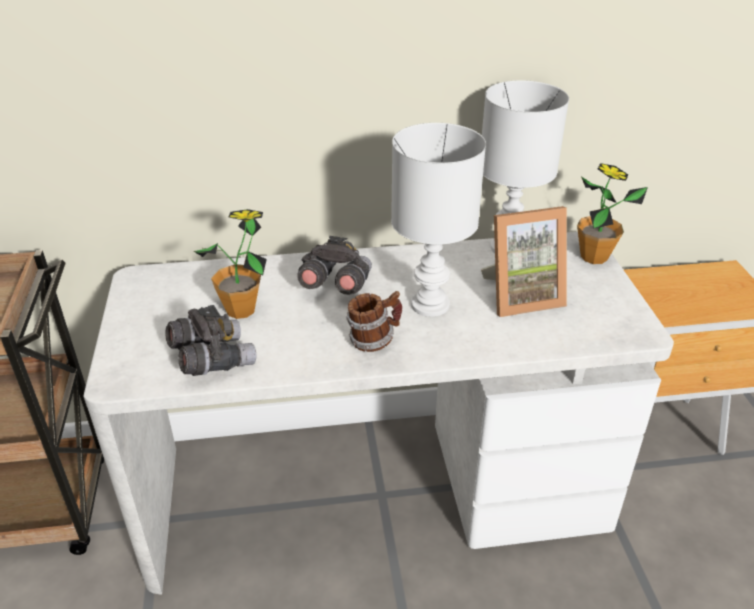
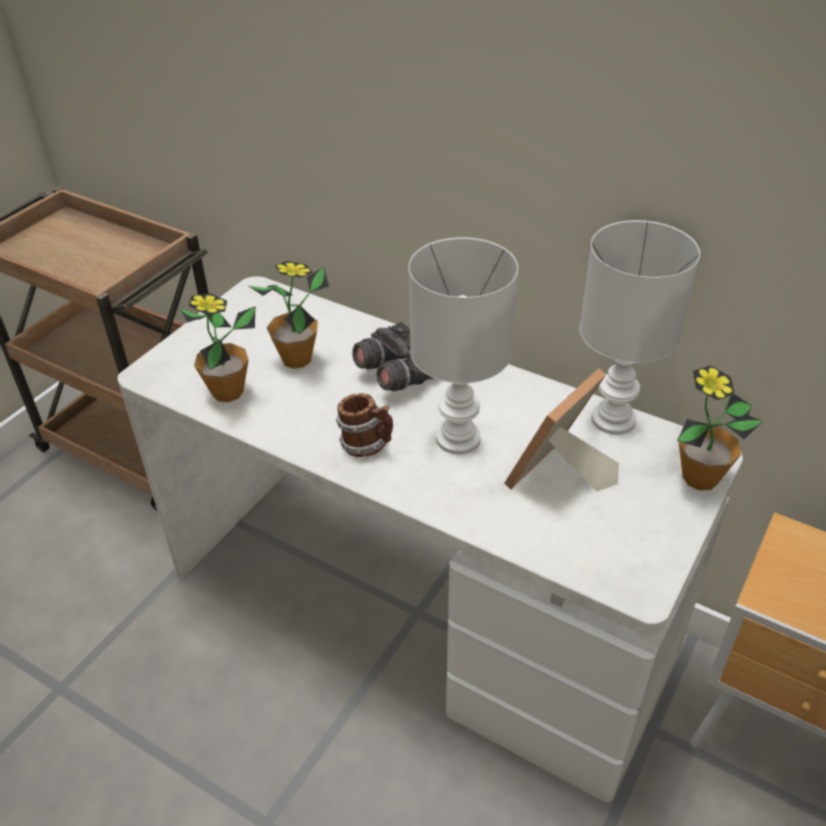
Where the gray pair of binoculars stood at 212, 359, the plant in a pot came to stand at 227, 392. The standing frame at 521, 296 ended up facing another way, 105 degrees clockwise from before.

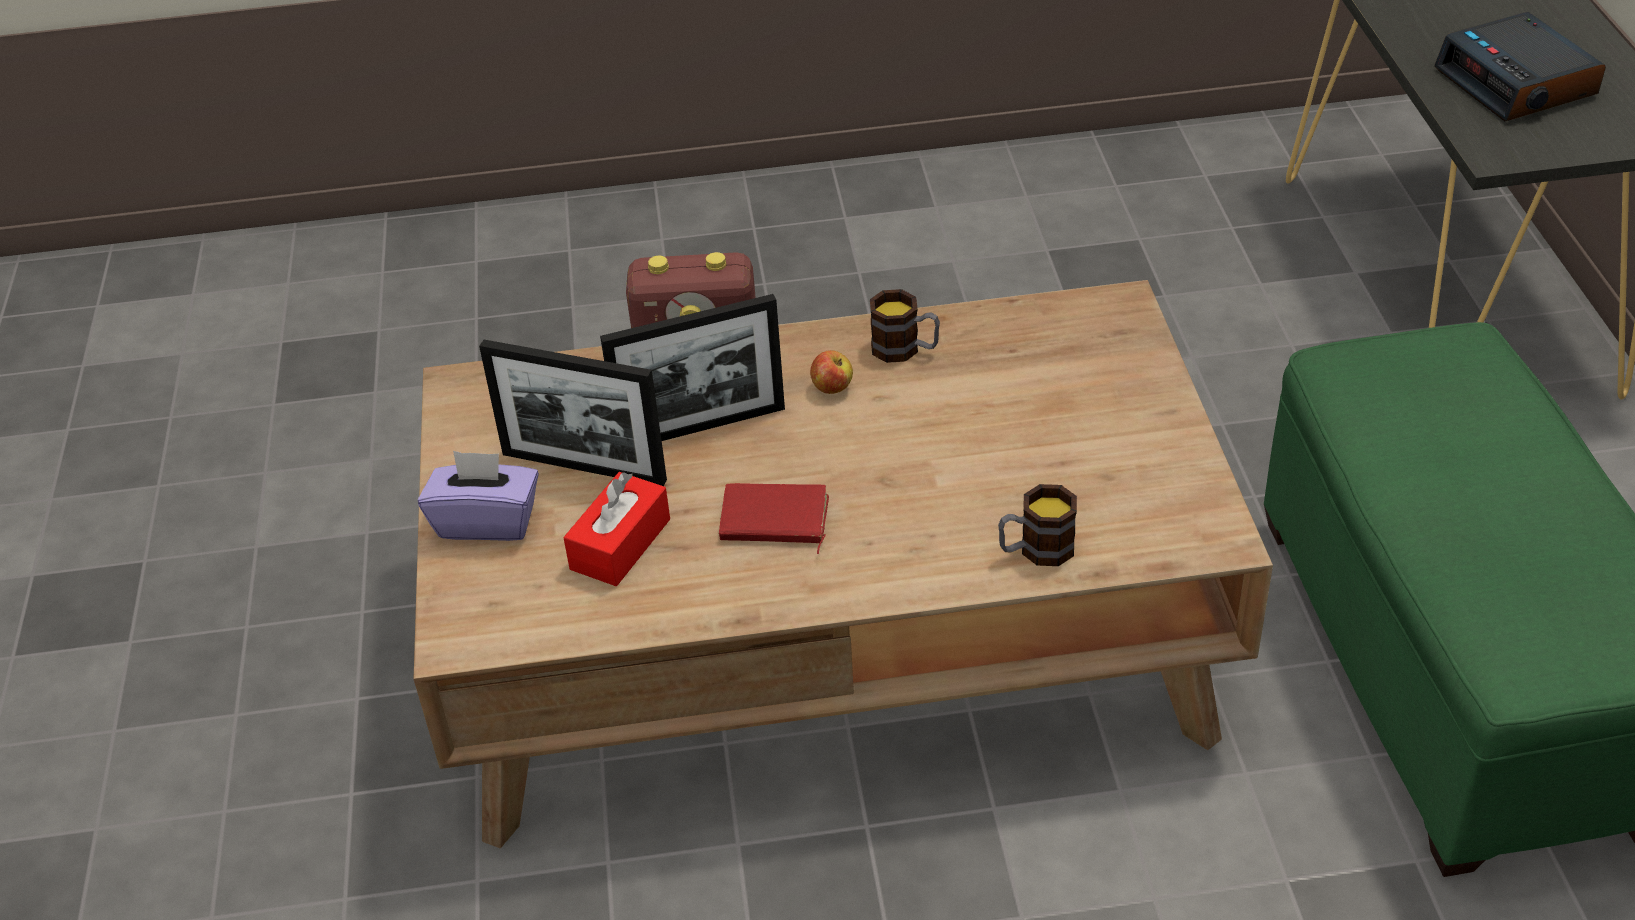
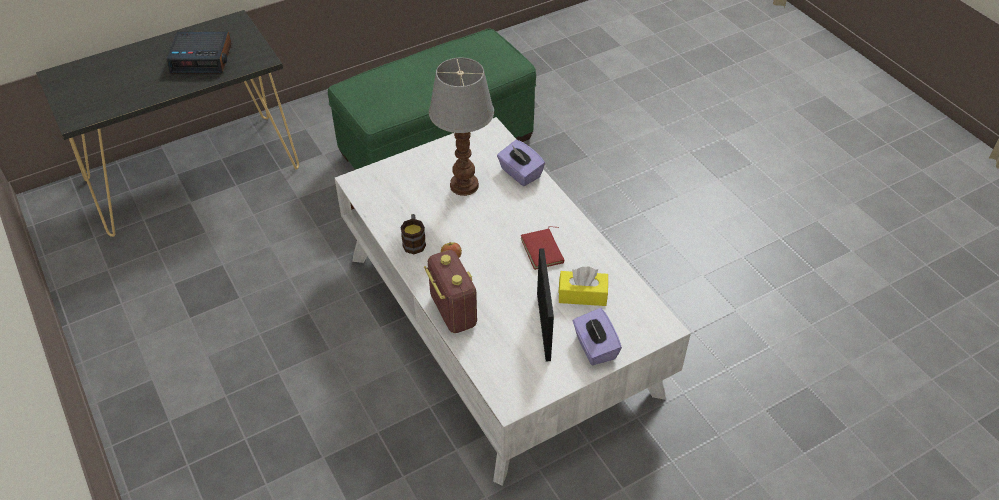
What was the brown-coloured coffee table at 831, 634 turned into the white coffee table at 499, 321. What was the reddish box of tissues at 620, 544 turned into the yellow box of tissues at 582, 295. The second view lost the standing frame at 701, 427. Where the coffee mug stood at 1036, 550, the purple box of tissues came to stand at 520, 173. The bedside clock at 1517, 83 ended up facing another way, 45 degrees clockwise from before. The second view gained the tabletop lamp at 463, 185.

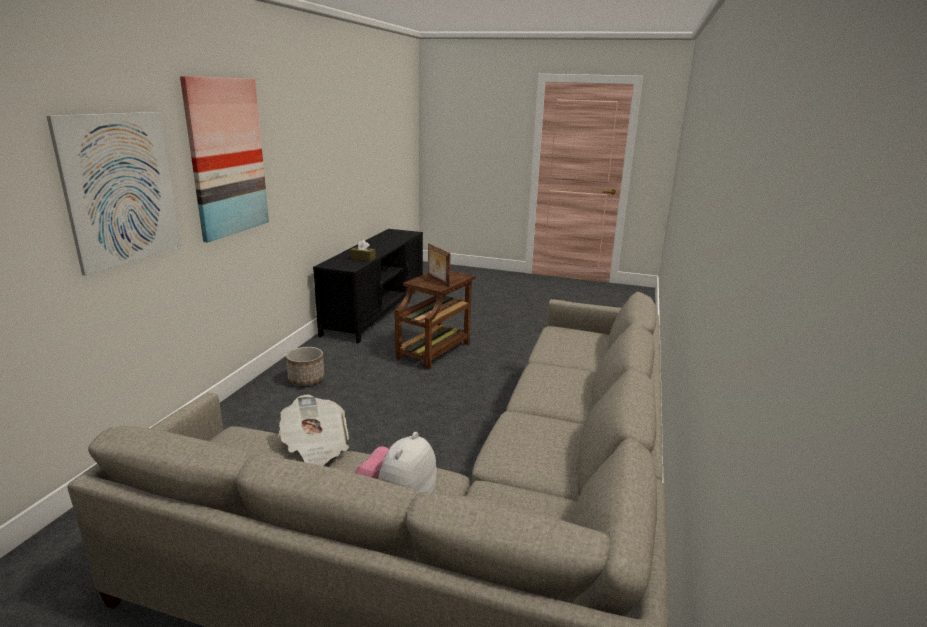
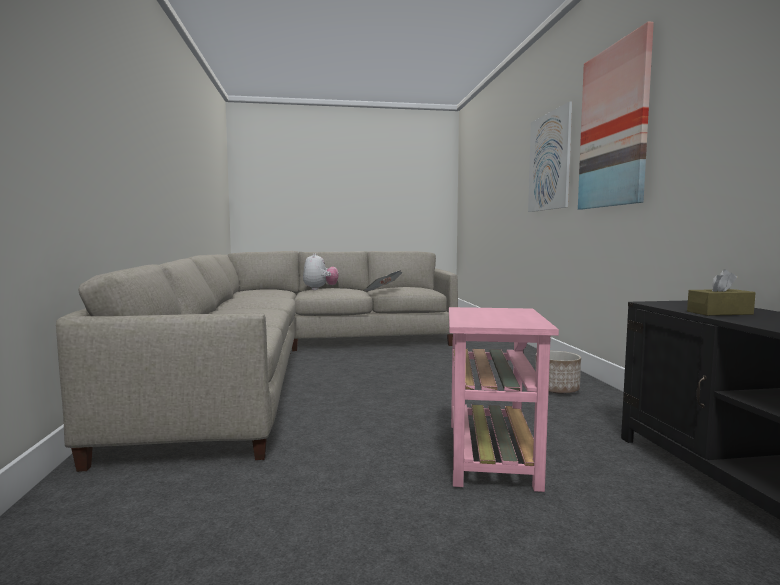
What was the brown-coloured end table at 435, 350 turned into the pinkish end table at 491, 456. The second view lost the standing frame at 437, 280.

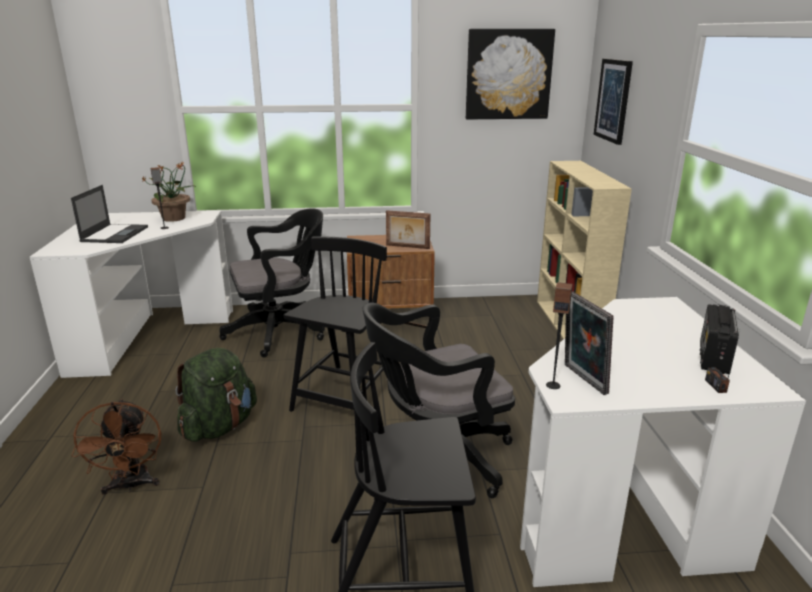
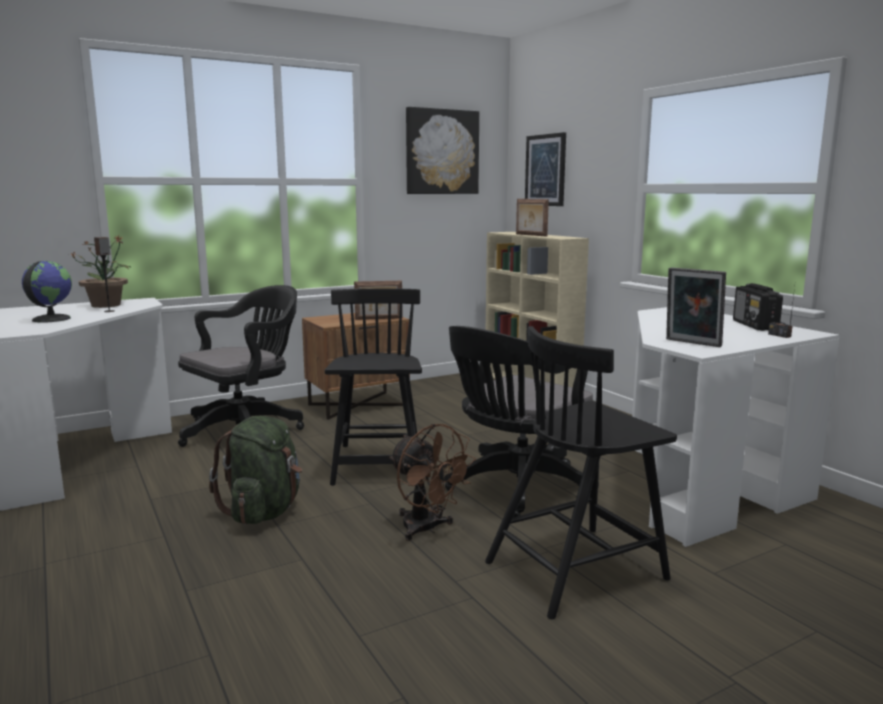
Where the laptop stood at 115, 234, the desk globe came to stand at 50, 319. The brown-coloured electric fan ended up elsewhere, having gone from 131, 486 to 427, 529. The second view lost the loudspeaker at 553, 385. The second view gained the standing frame at 530, 235.

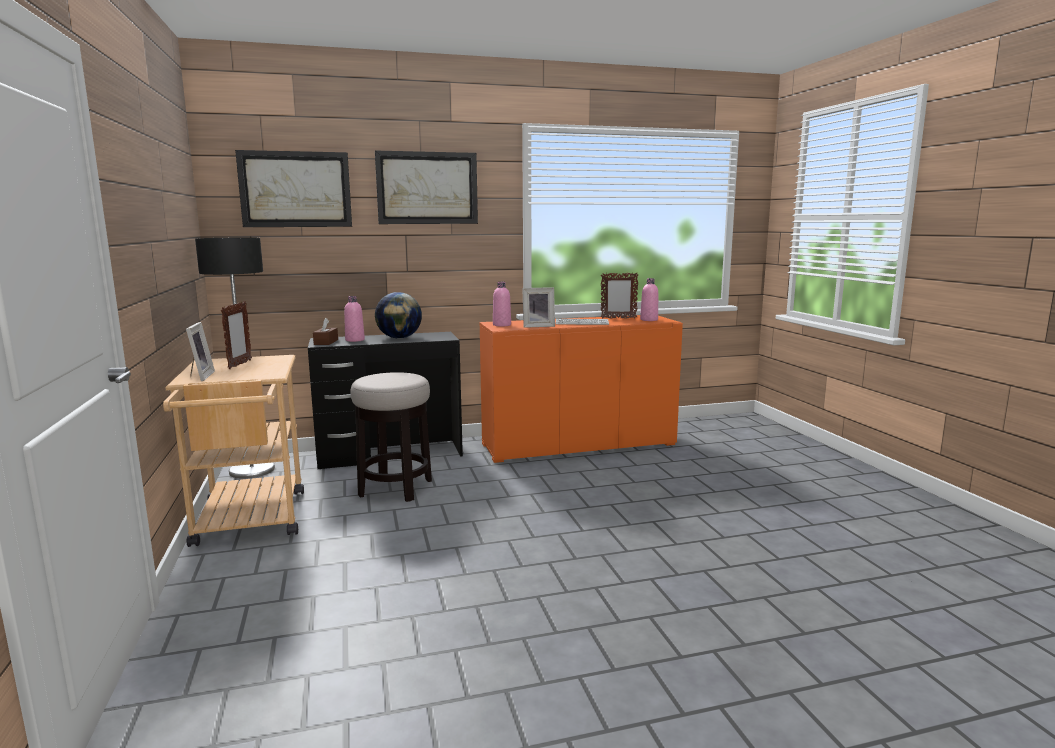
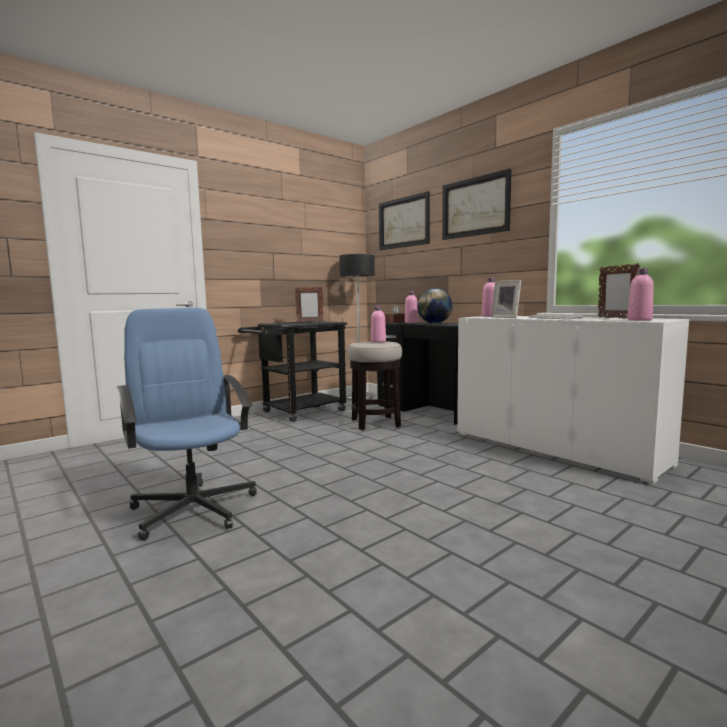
What was the sand-coloured trolley at 250, 523 turned into the black-coloured trolley at 298, 412. The second view lost the standing frame at 199, 376. What was the orangey cupboard at 578, 444 turned into the white cupboard at 554, 448. The second view gained the blue-coloured computer chair at 194, 508. The second view gained the pinkish beverage bottle at 378, 341.

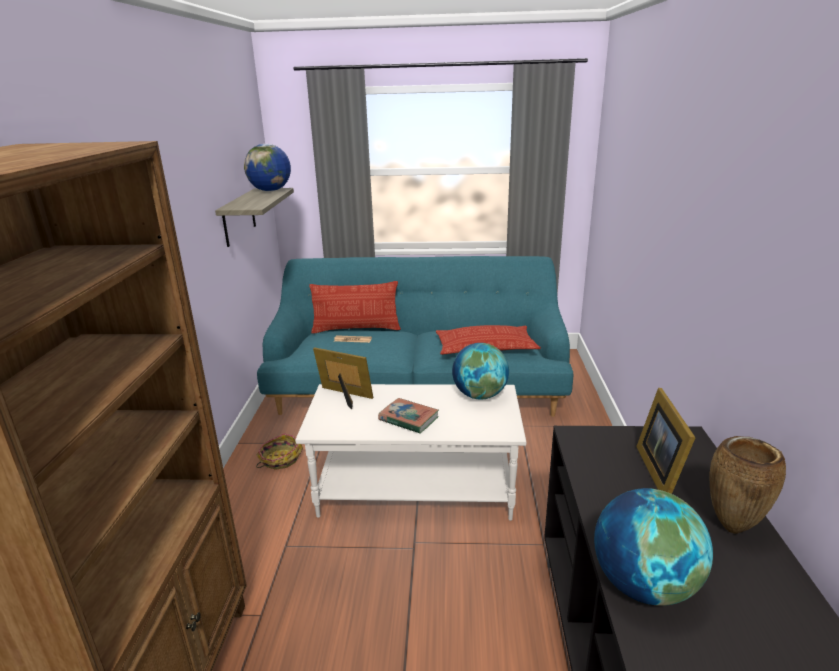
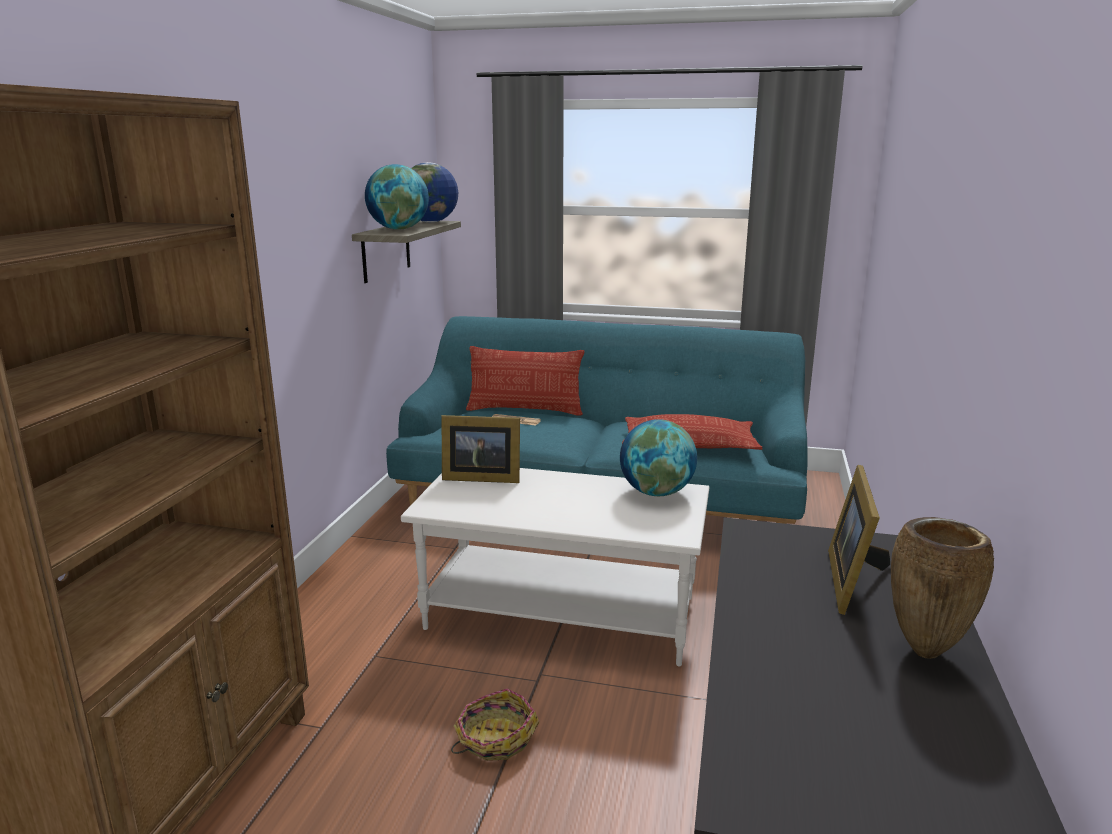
The storage basket ended up elsewhere, having gone from 280, 459 to 494, 738. The standing frame at 345, 396 ended up facing another way, 150 degrees clockwise from before. The second view lost the book at 408, 419. The desk globe ended up elsewhere, having gone from 644, 585 to 399, 229.

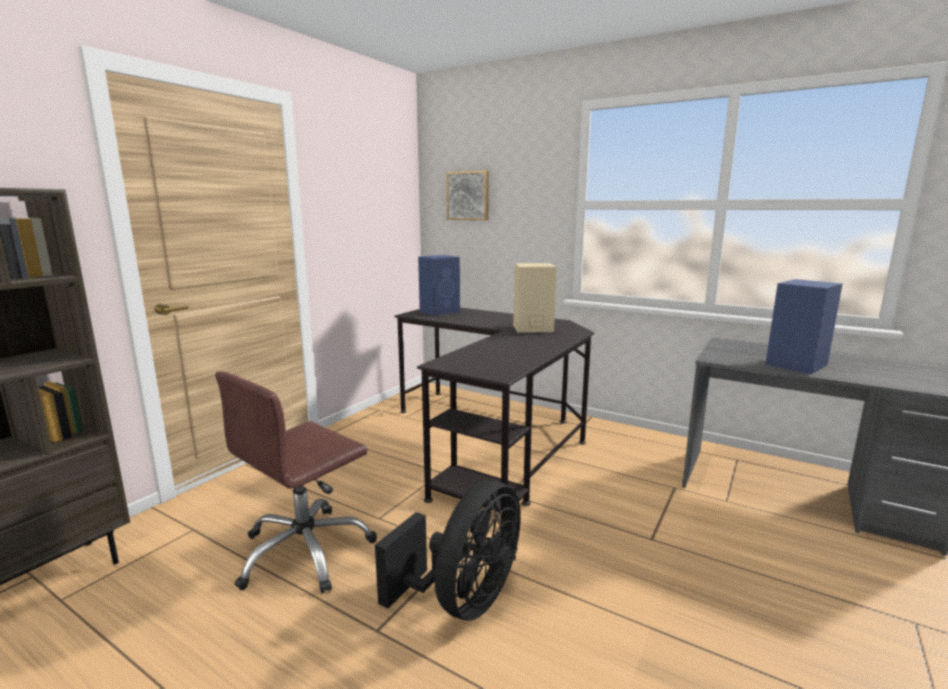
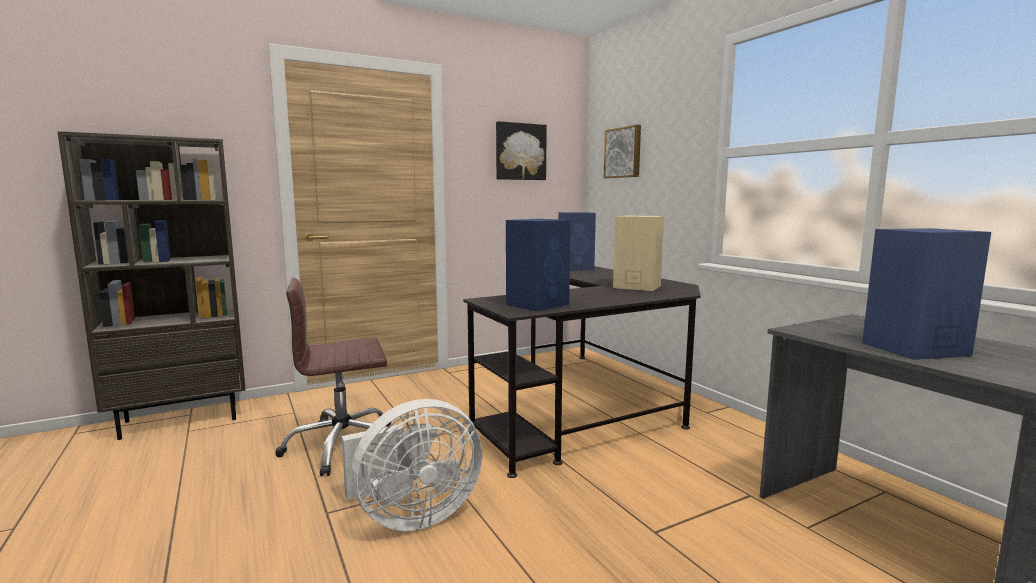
What was the black-coloured electric fan at 464, 600 turned into the white electric fan at 411, 516. The second view gained the wall art at 520, 152. The second view gained the blue-coloured loudspeaker at 538, 304.

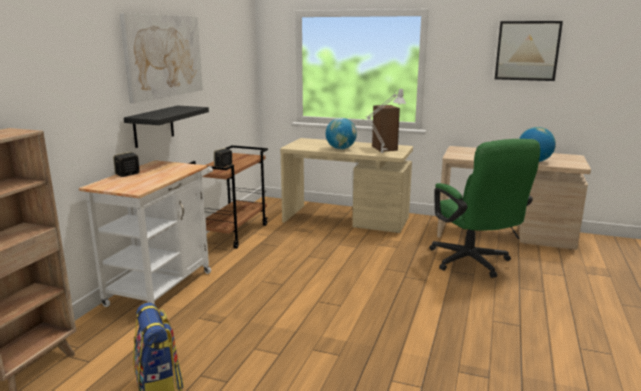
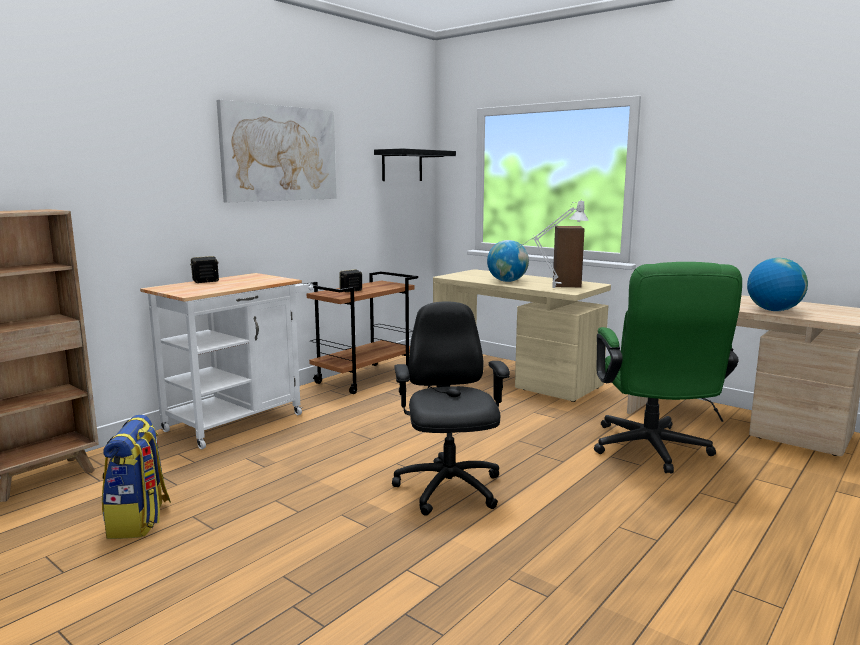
The black-coloured shelf ended up elsewhere, having gone from 153, 126 to 402, 166. The second view lost the wall art at 527, 51. The second view gained the black-coloured computer chair at 448, 490.

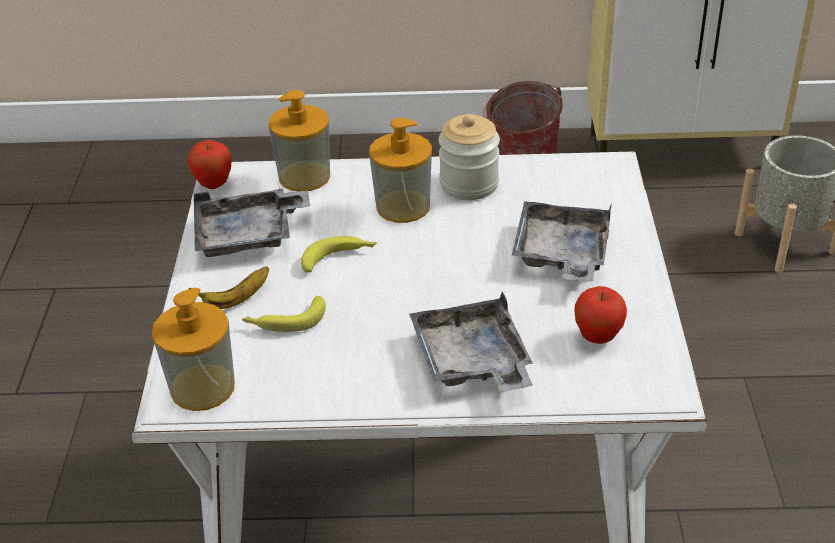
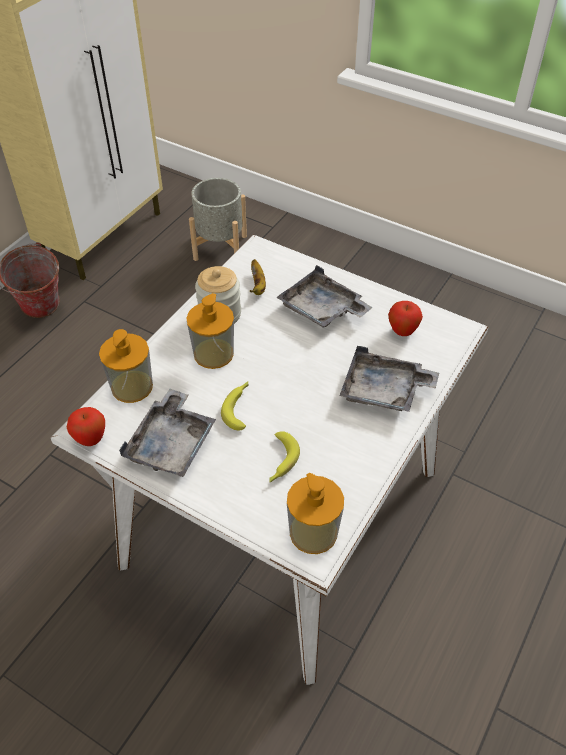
The banana fruit ended up elsewhere, having gone from 236, 300 to 258, 285.

